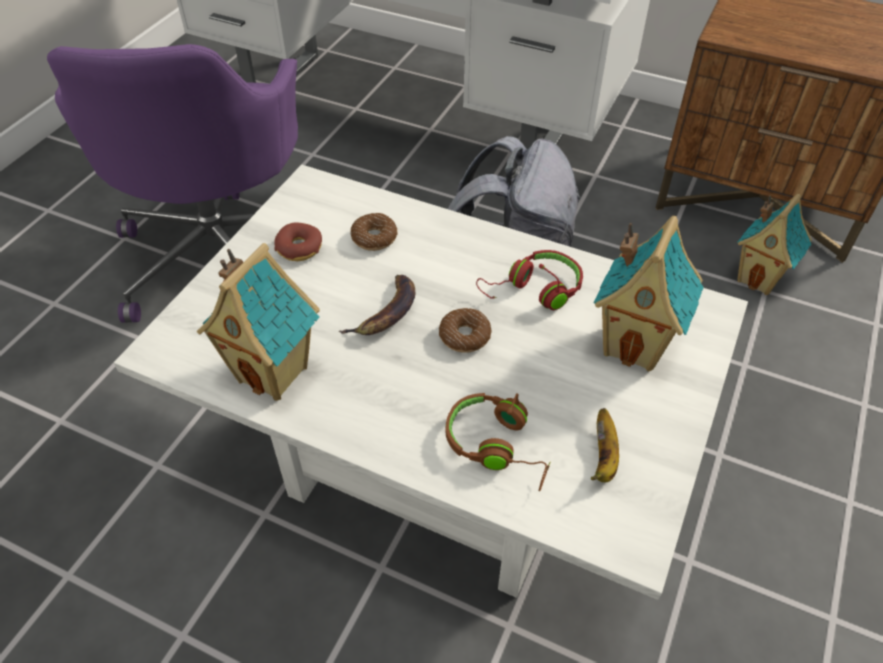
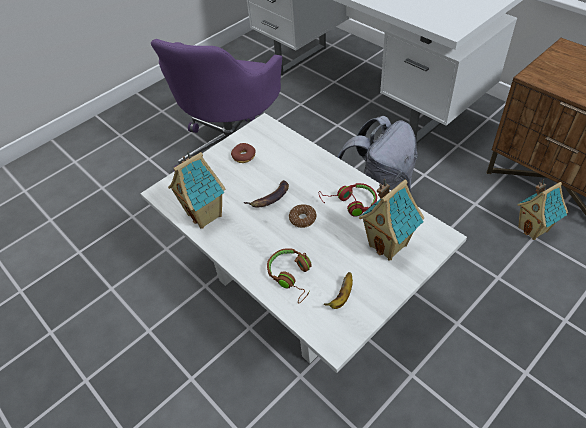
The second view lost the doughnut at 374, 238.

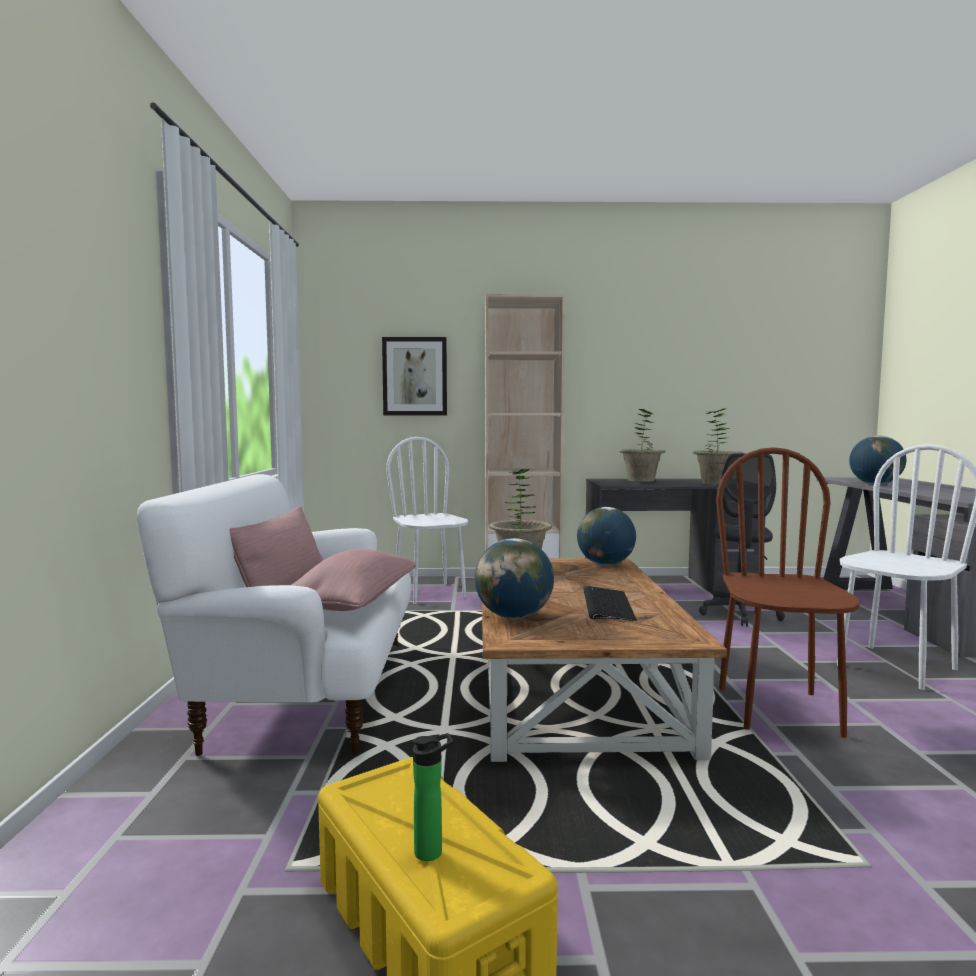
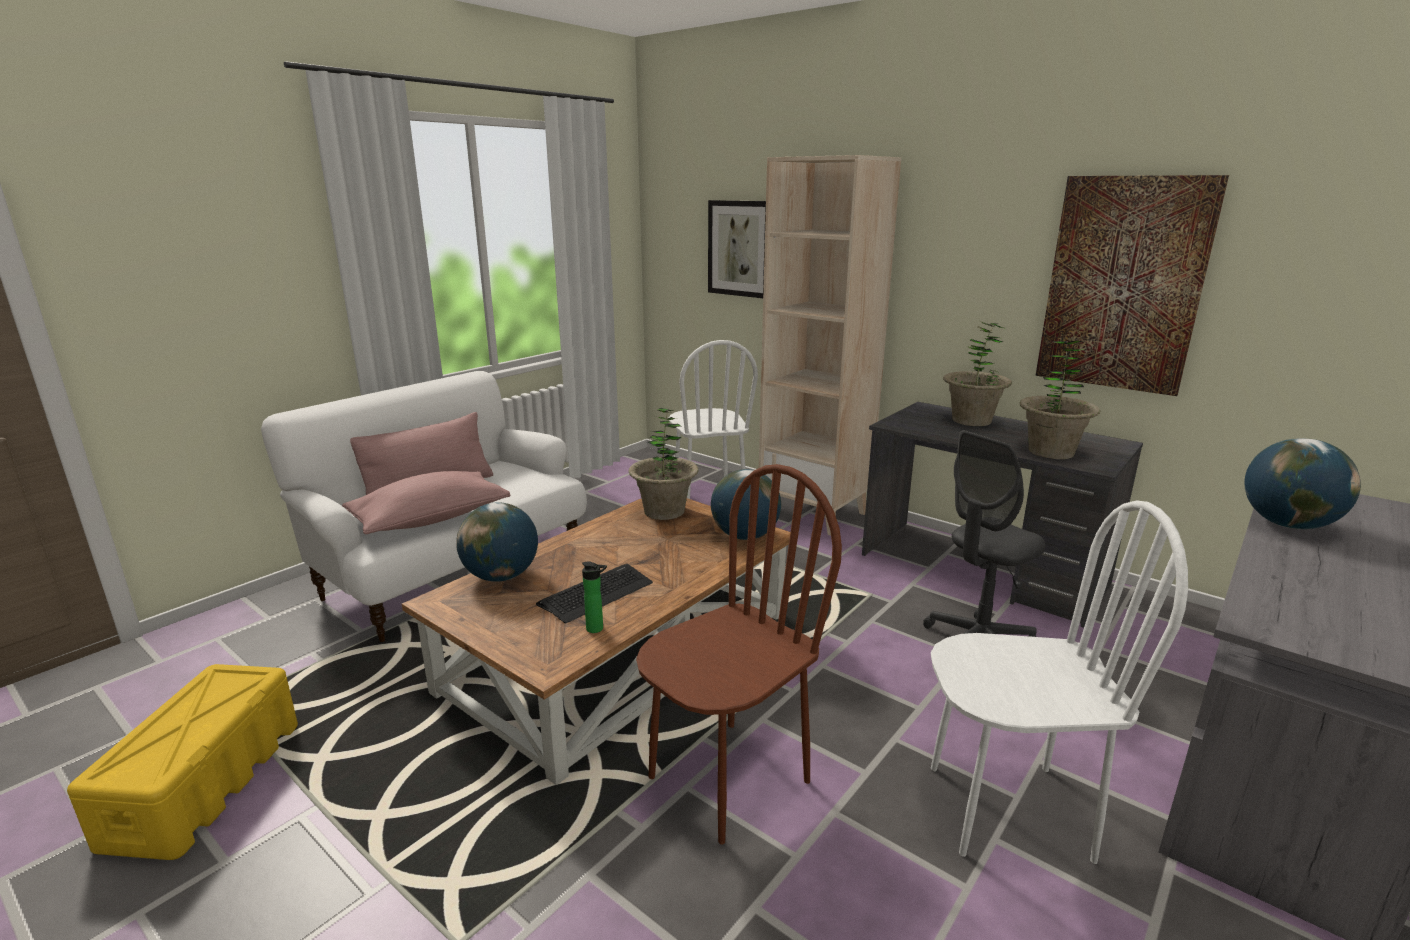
The white plain chair at 430, 593 ended up facing another way, 150 degrees clockwise from before. The beverage bottle ended up elsewhere, having gone from 432, 851 to 597, 629. The second view gained the wall art at 1123, 285.

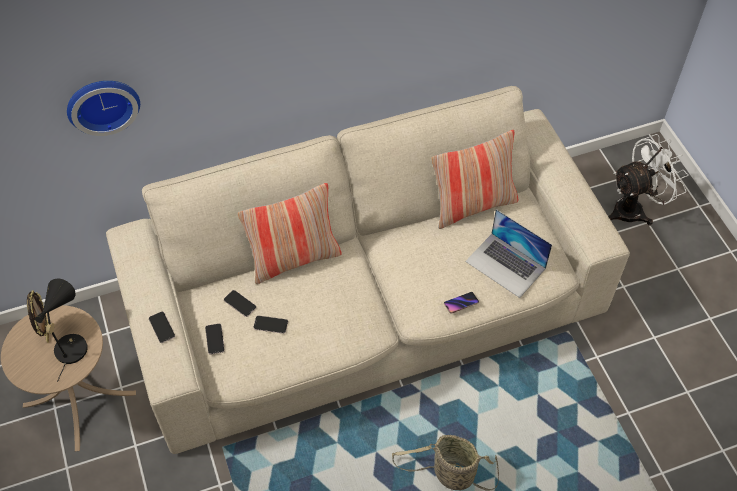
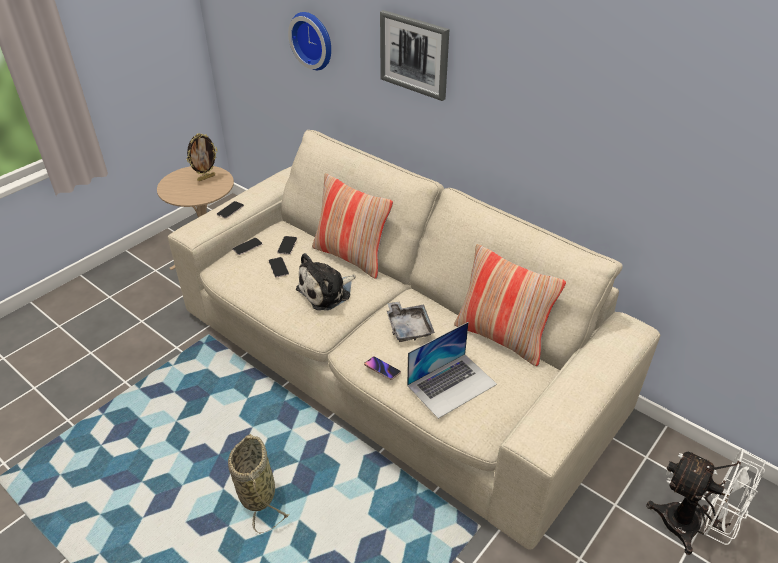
The second view lost the black-coloured tabletop lamp at 71, 344. The laptop at 505, 265 ended up facing another way, 135 degrees counterclockwise from before. The second view gained the cuddly toy at 327, 292. The second view gained the wall art at 414, 54. The second view gained the gray carrying tray at 408, 327.

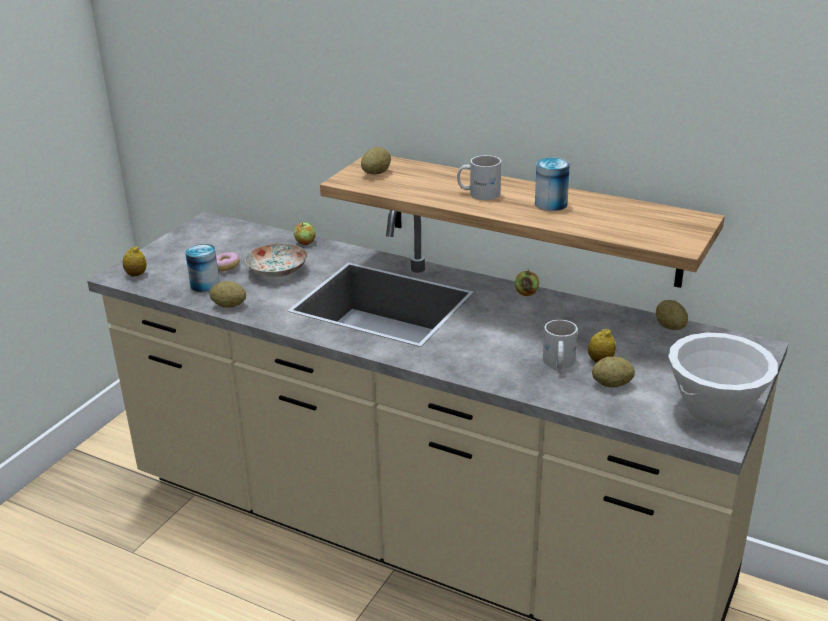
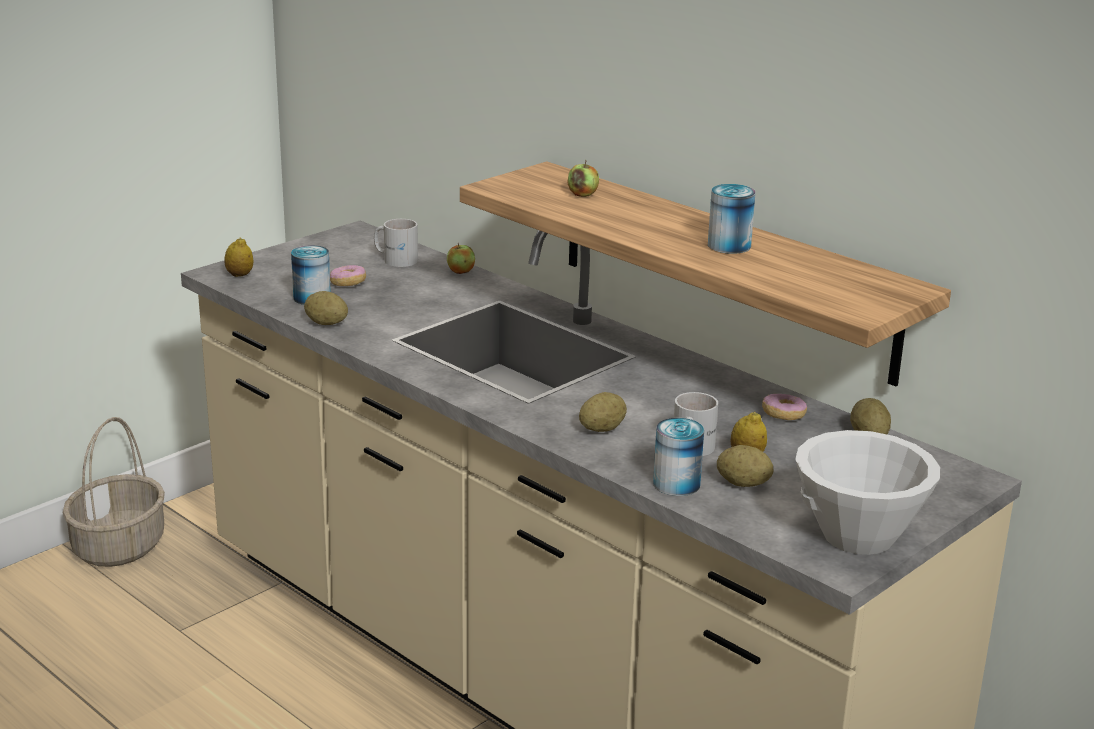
The second view lost the plate at 278, 271. The potato ended up elsewhere, having gone from 376, 173 to 602, 429. The white coffee mug ended up elsewhere, having gone from 479, 193 to 396, 259. The apple fruit ended up elsewhere, having gone from 526, 293 to 582, 194. The second view gained the storage basket at 119, 547. The second view gained the sealed can at 676, 484. The second view gained the doughnut at 783, 416.

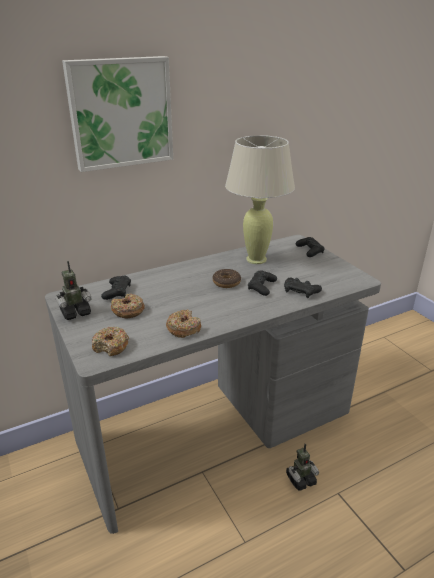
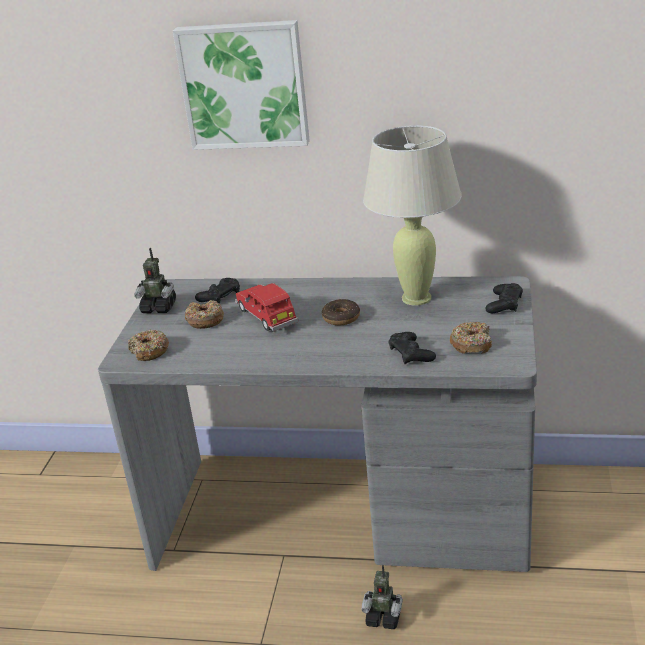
The doughnut ended up elsewhere, having gone from 183, 328 to 471, 344. The second view lost the black-coloured joypad at 262, 287. The second view gained the reddish model car at 267, 317.

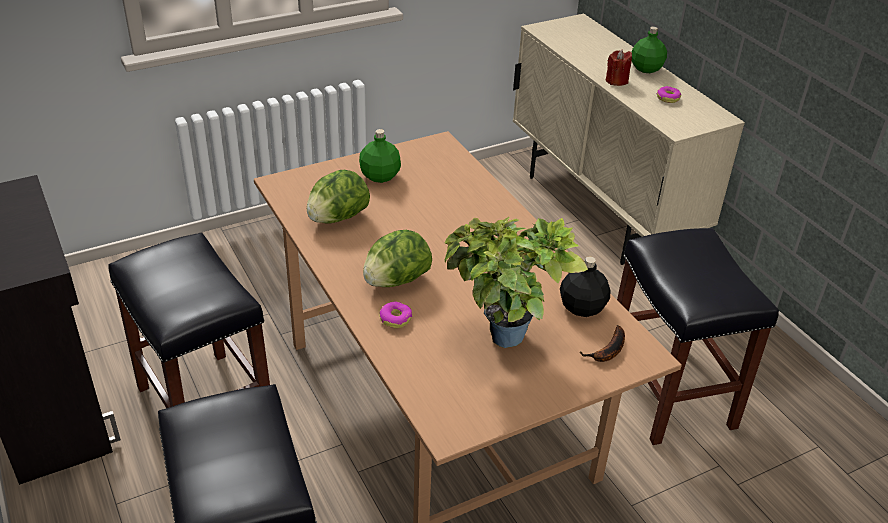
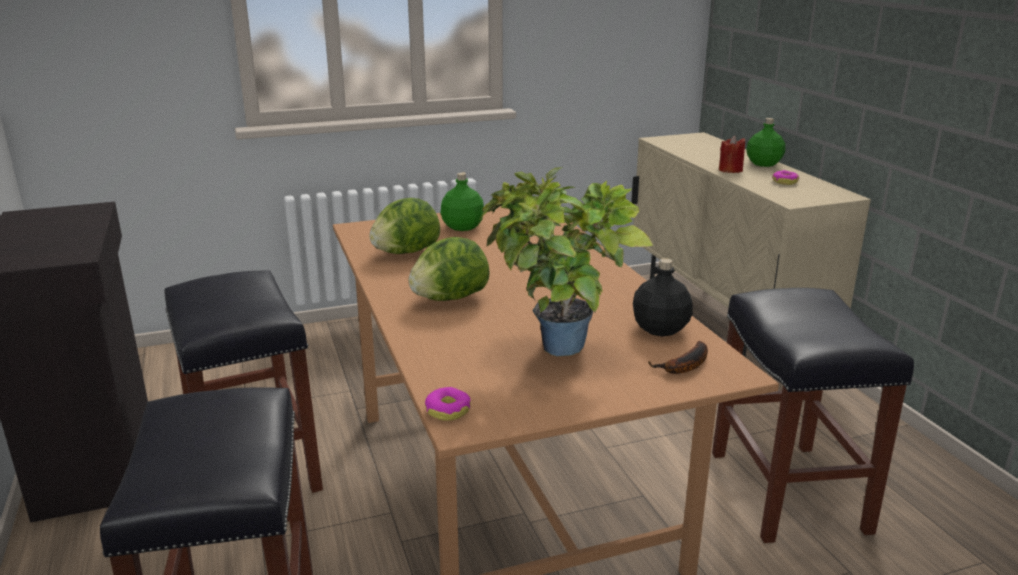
The doughnut ended up elsewhere, having gone from 395, 319 to 448, 410.

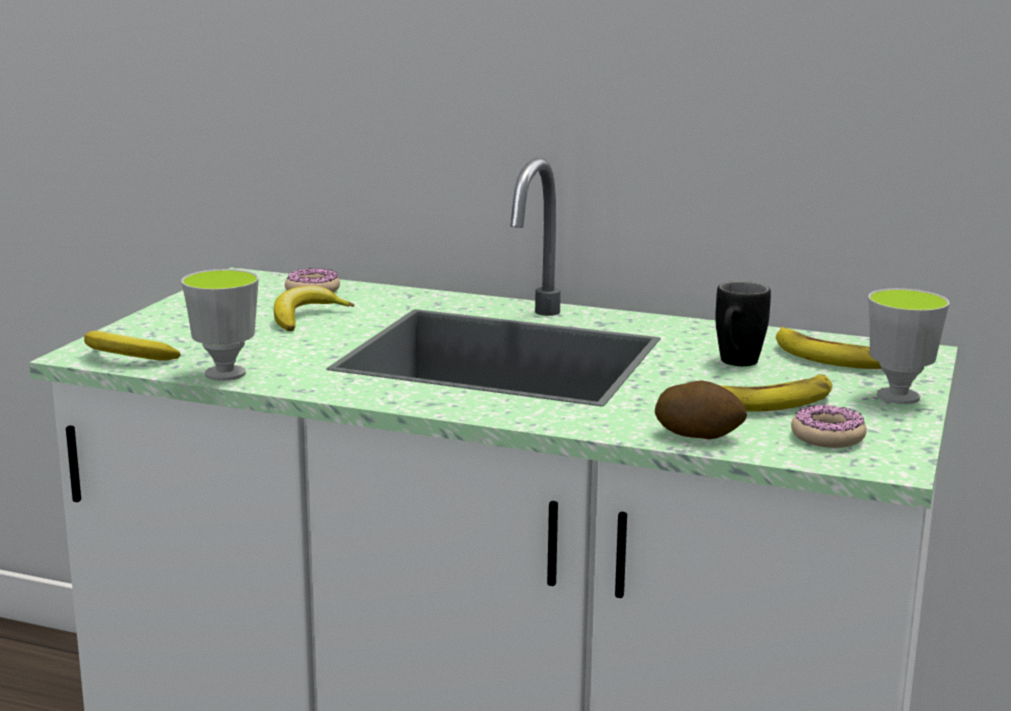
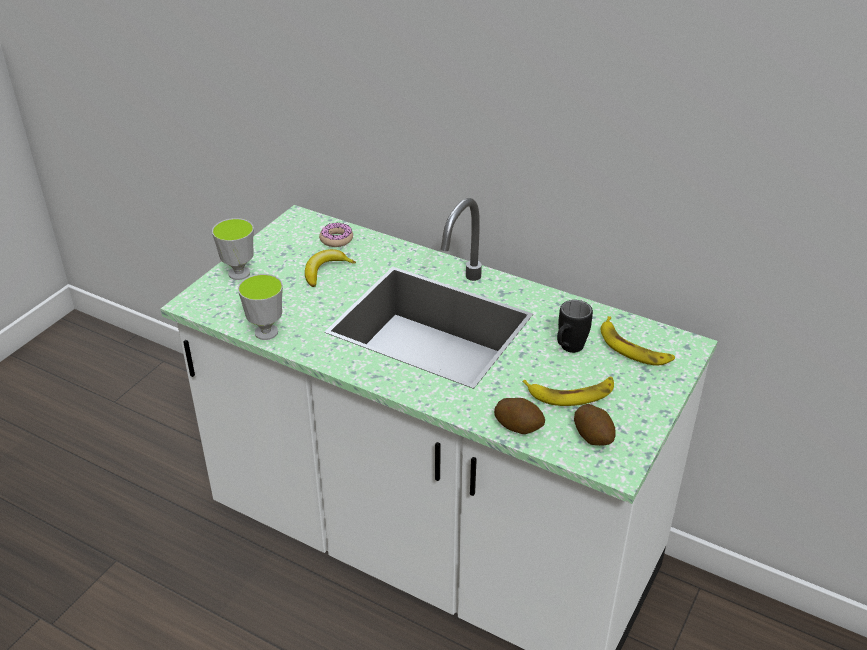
The second view lost the banana fruit at 126, 358. Where the doughnut stood at 827, 437, the potato came to stand at 593, 436. The small cup ended up elsewhere, having gone from 898, 396 to 239, 273.

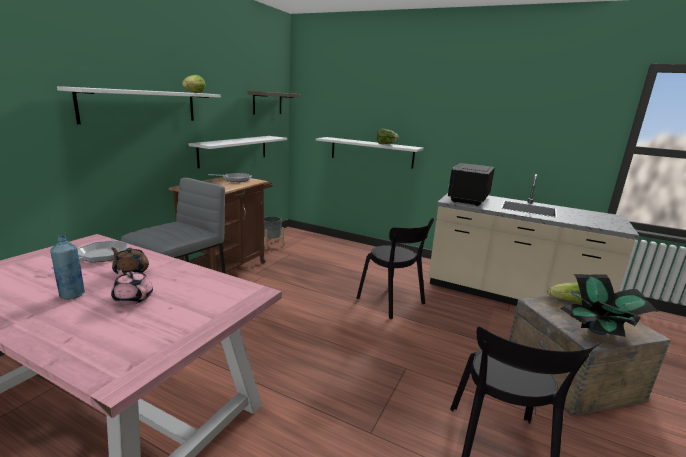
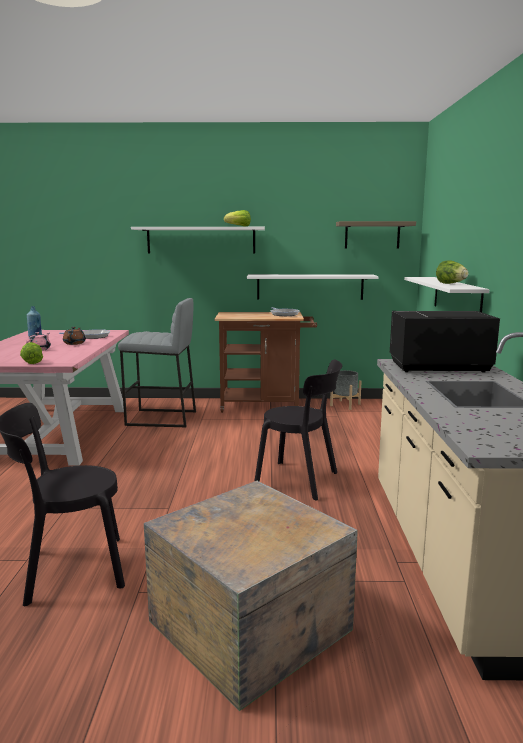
The black-coloured plain chair at 392, 302 ended up facing another way, 90 degrees counterclockwise from before. The lettuce ended up elsewhere, having gone from 566, 301 to 32, 362. The second view lost the plant in a pot at 598, 330.

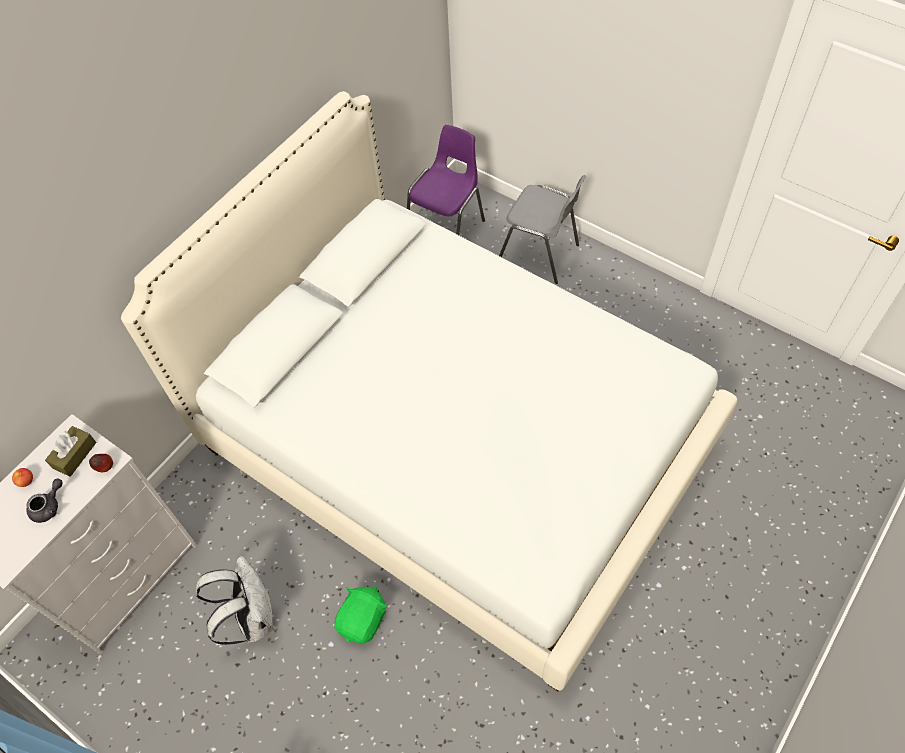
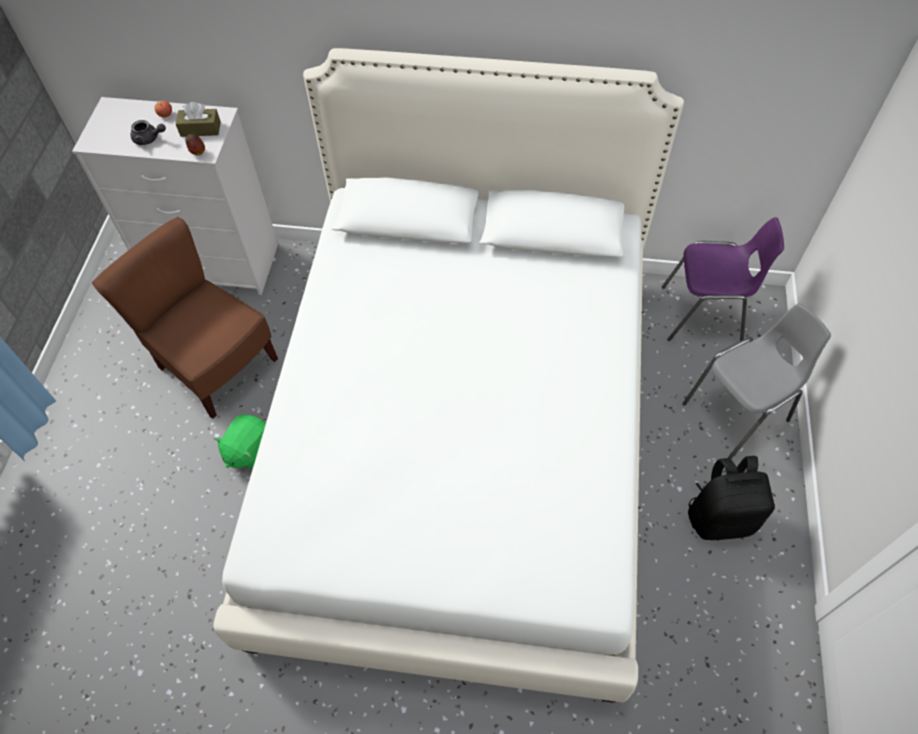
Where the white knapsack stood at 252, 617, the brown-coloured plain chair came to stand at 216, 365. The green-coloured cuddly toy at 363, 620 ended up facing another way, 120 degrees clockwise from before. The gray plain chair at 540, 254 ended up facing another way, 120 degrees counterclockwise from before. The second view gained the black-coloured knapsack at 720, 517.

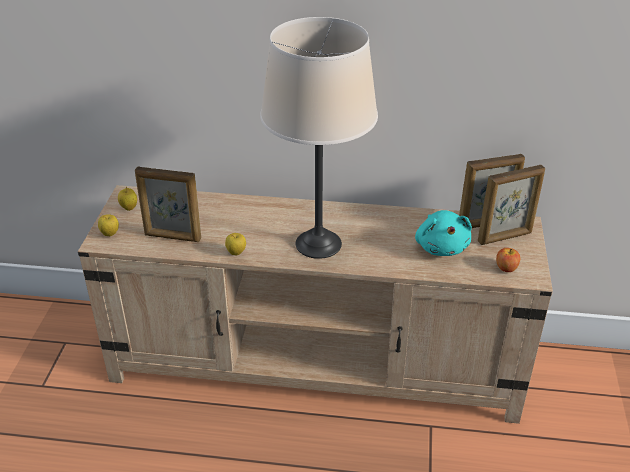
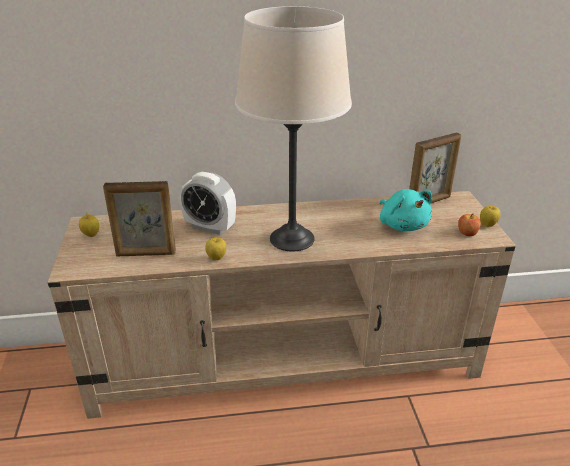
The apple fruit ended up elsewhere, having gone from 110, 234 to 487, 225. The second view lost the standing frame at 505, 237. The second view gained the bedside clock at 210, 227.

